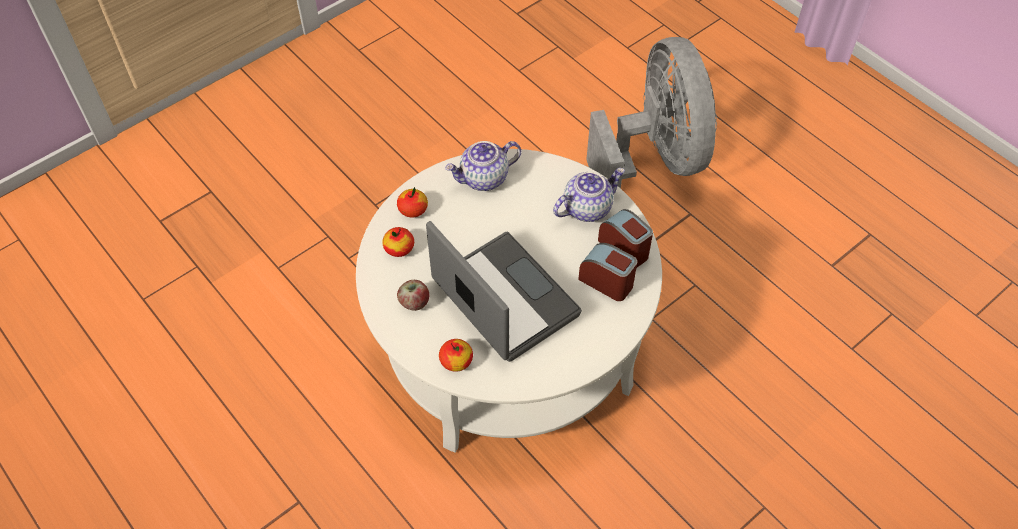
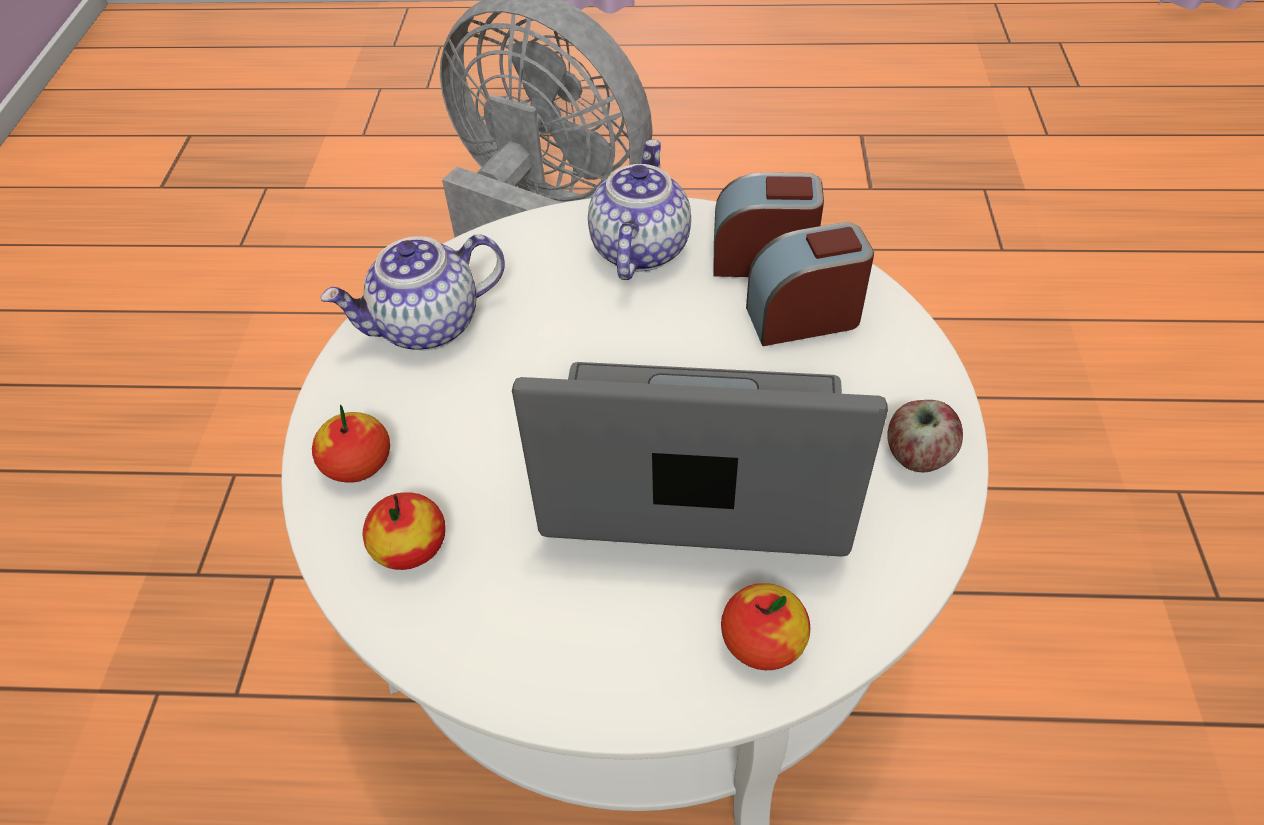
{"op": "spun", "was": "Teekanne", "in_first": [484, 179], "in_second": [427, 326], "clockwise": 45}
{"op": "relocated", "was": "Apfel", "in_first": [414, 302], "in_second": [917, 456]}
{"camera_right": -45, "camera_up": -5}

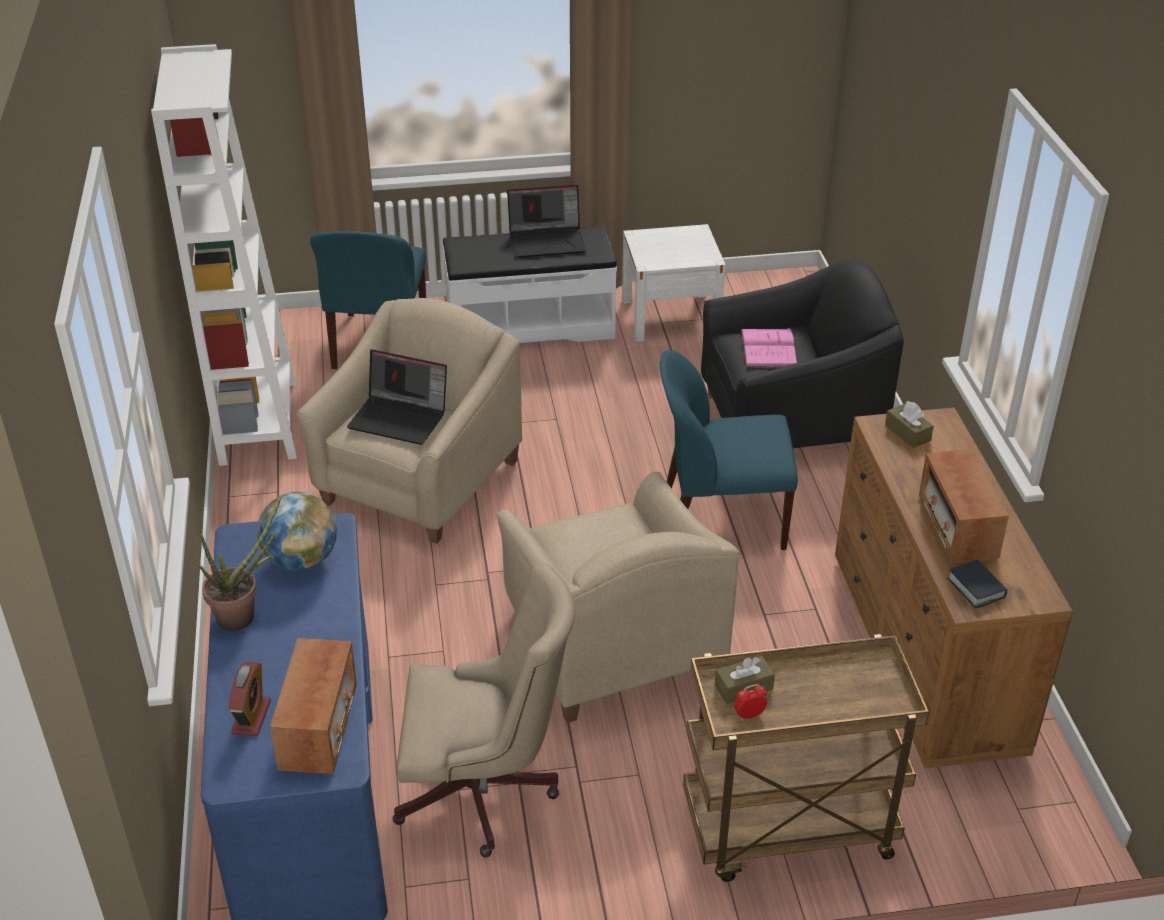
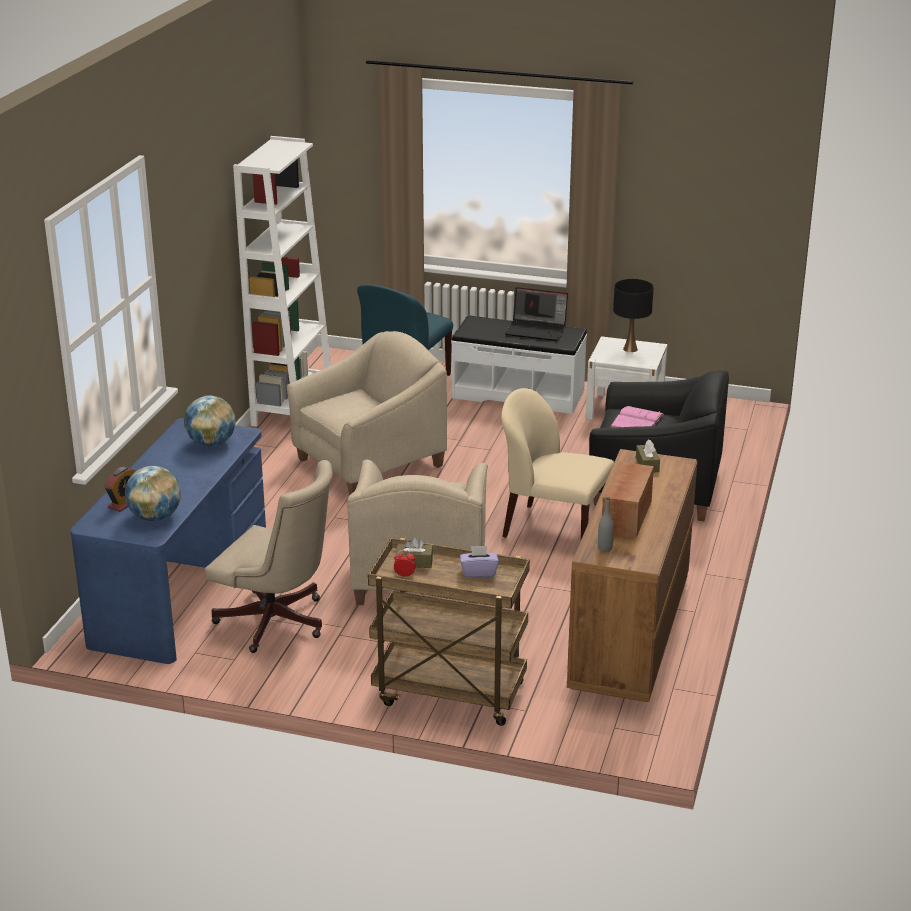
{"op": "missing", "was": "Laptop", "in_first": [400, 418]}
{"op": "colour", "was": "Stuhl (blau)", "now": "Stuhl (beige)", "in_first": [720, 520], "in_second": [553, 529]}
{"op": "missing", "was": "Topfpflanze", "in_first": [244, 615]}
{"op": "exchanged", "was": "Buch", "now": "Flasche (grau)", "in_first": [976, 588], "in_second": [605, 548]}
{"op": "exchanged", "was": "Radio", "now": "Globus", "in_first": [319, 728], "in_second": [155, 517]}
{"op": "appeared", "now": "Tischlampe (schwarz)", "in_second": [630, 349]}
{"op": "appeared", "now": "Taschentuchbox (lila)", "in_second": [478, 572]}
{"camera_right": 25, "camera_up": -10}

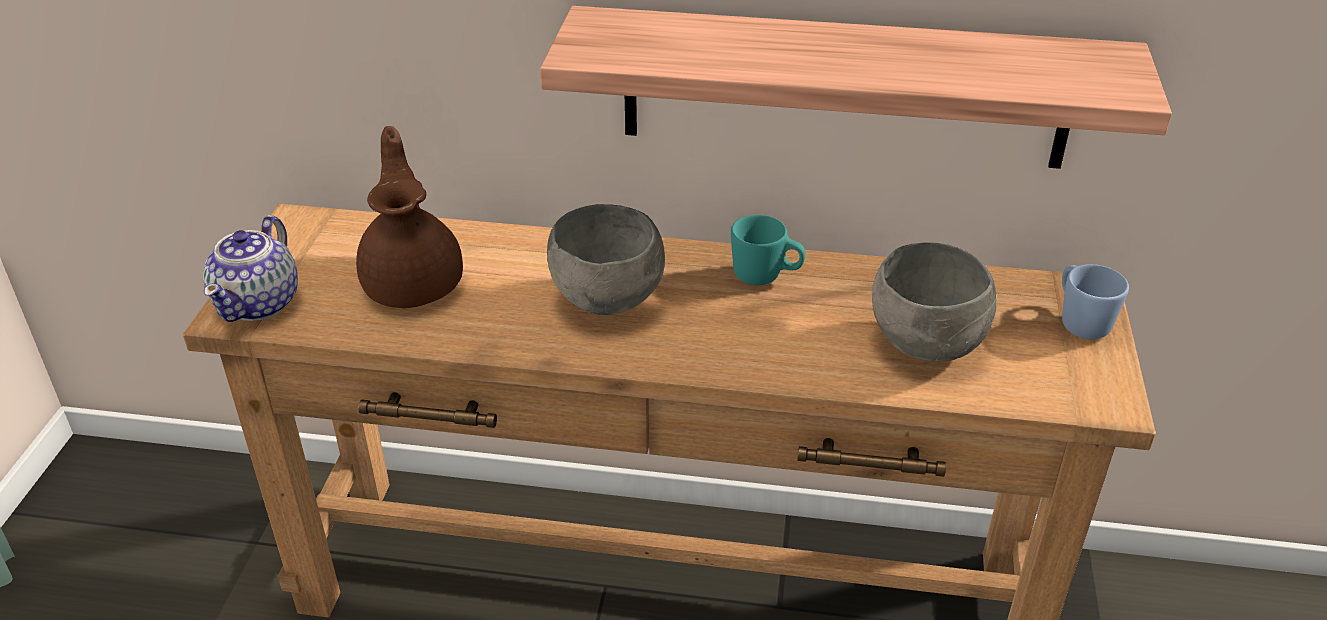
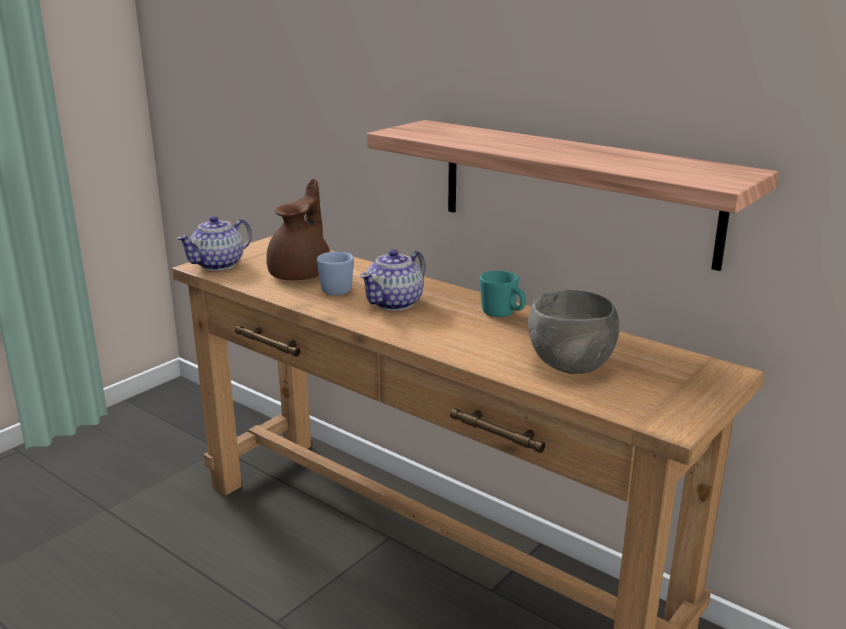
{"op": "exchanged", "was": "Schüssel (grau)", "now": "Teekanne", "in_first": [609, 301], "in_second": [395, 303]}
{"op": "relocated", "was": "Henkelbecher (blau)", "in_first": [1079, 321], "in_second": [338, 289]}
{"camera_right": 30, "camera_up": -15}

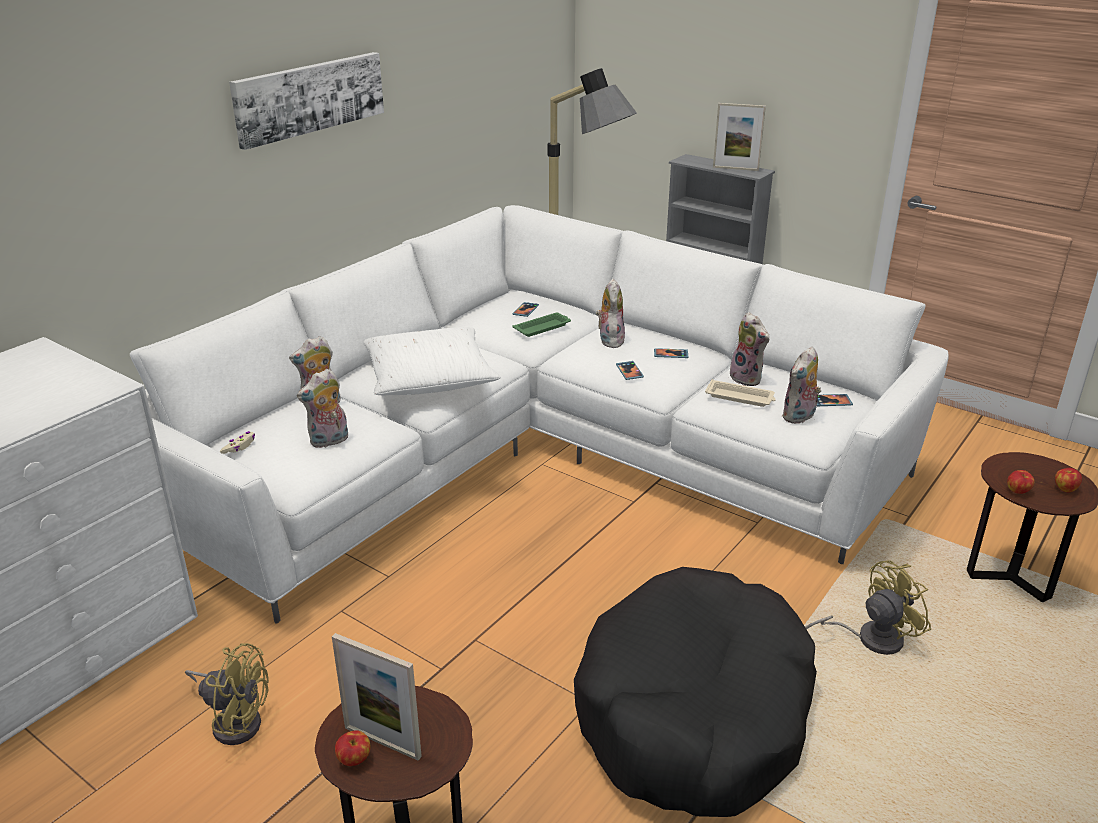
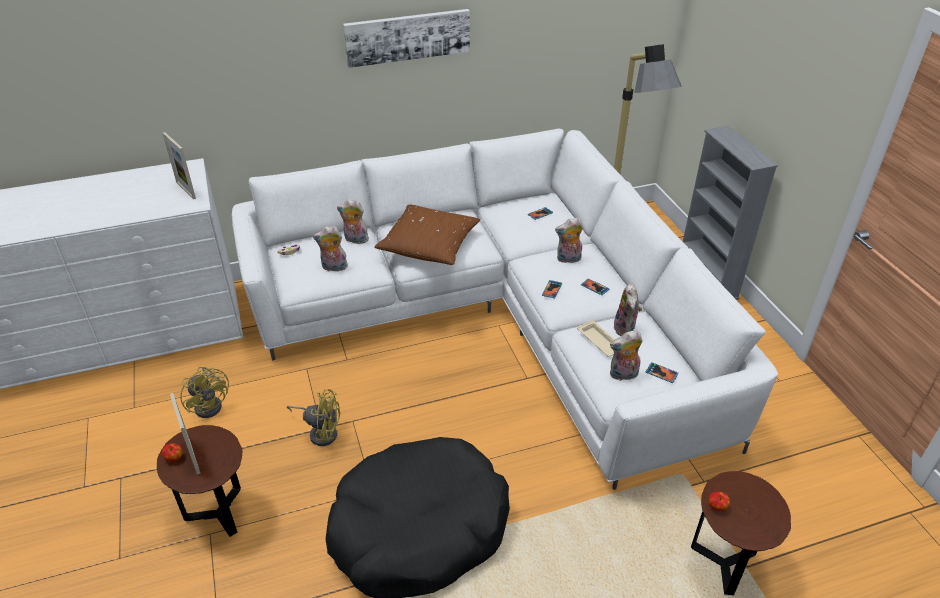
{"op": "relocated", "was": "Bilderrahmen", "in_first": [735, 168], "in_second": [186, 190]}
{"op": "spun", "was": "Plüschtier", "in_first": [609, 340], "in_second": [568, 259], "clockwise": -135}
{"op": "missing", "was": "Tablett (grün)", "in_first": [543, 328]}
{"op": "colour", "was": "Kissen (weiß)", "now": "Kissen (braun)", "in_first": [429, 377], "in_second": [429, 244]}
{"op": "missing", "was": "Apfel", "in_first": [1064, 489]}
{"op": "relocated", "was": "Ventilator (gelb)", "in_first": [869, 638], "in_second": [321, 432]}
{"camera_right": 35, "camera_up": 10}

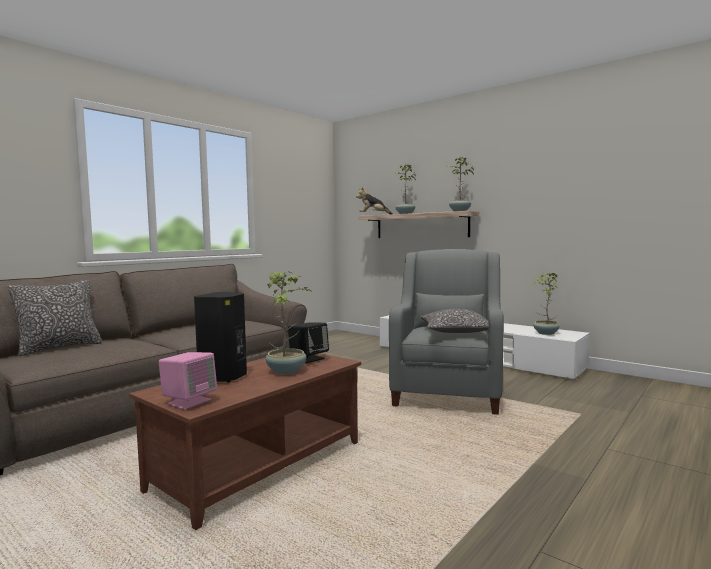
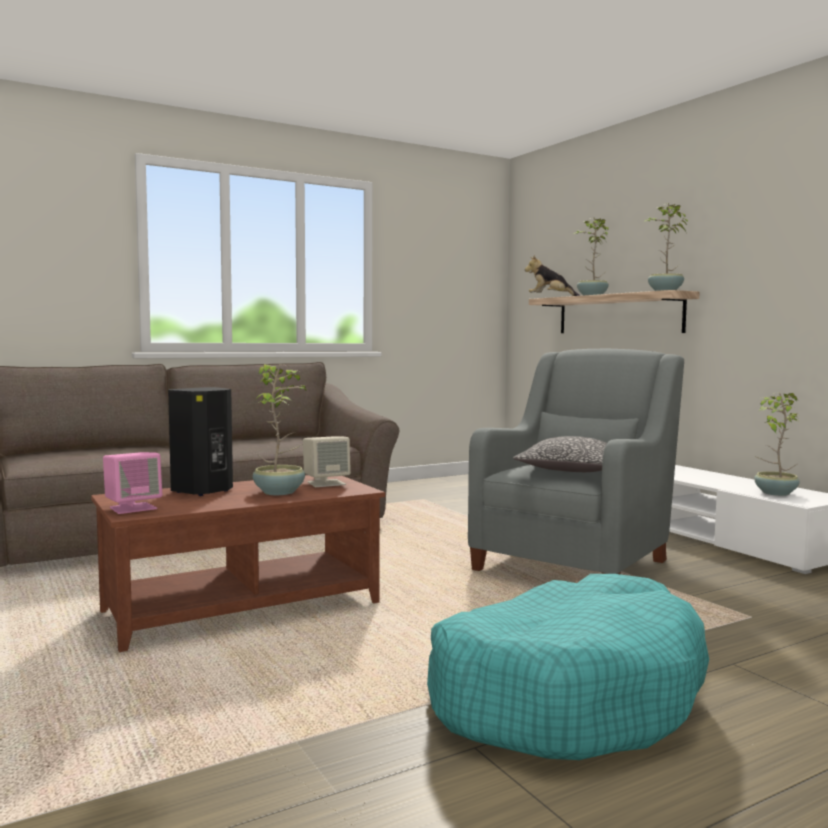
{"op": "missing", "was": "Kissen", "in_first": [59, 348]}
{"op": "colour", "was": "Lautsprecher (schwarz)", "now": "Lautsprecher (beige)", "in_first": [308, 359], "in_second": [326, 483]}
{"op": "appeared", "now": "Hundebett (türkis)", "in_second": [565, 695]}
{"camera_right": 20, "camera_up": 0}

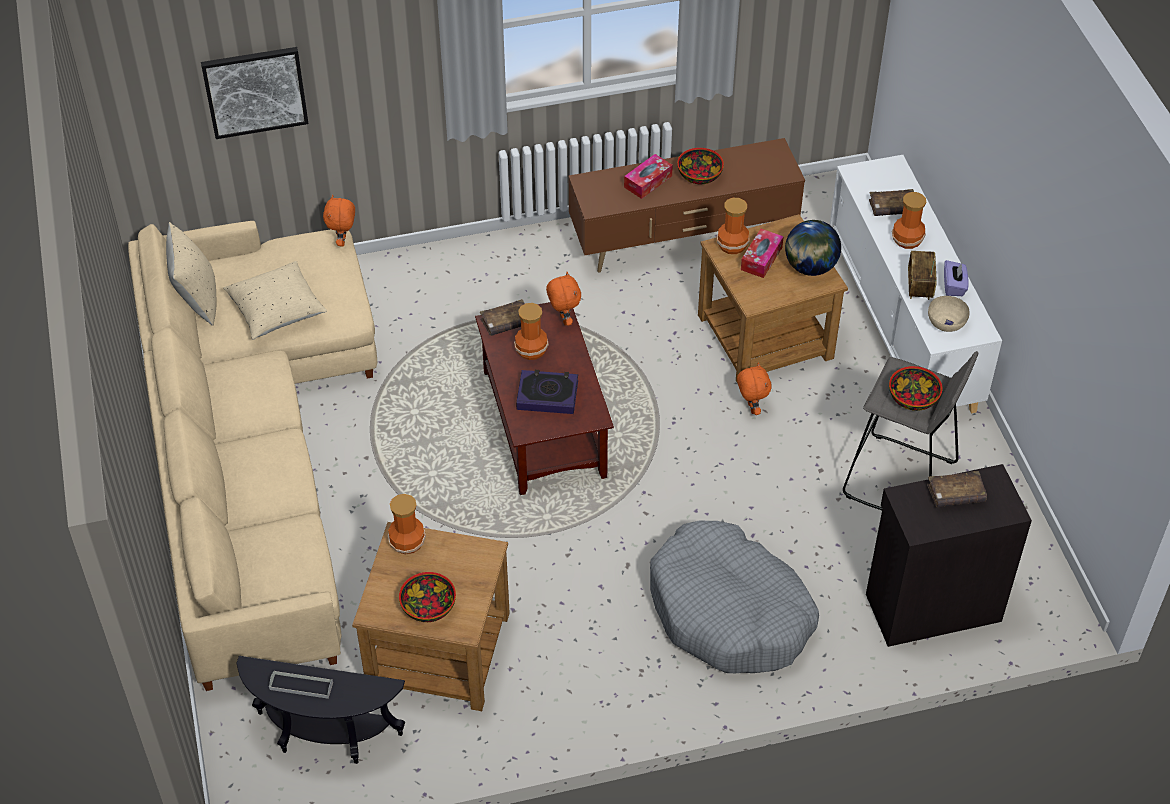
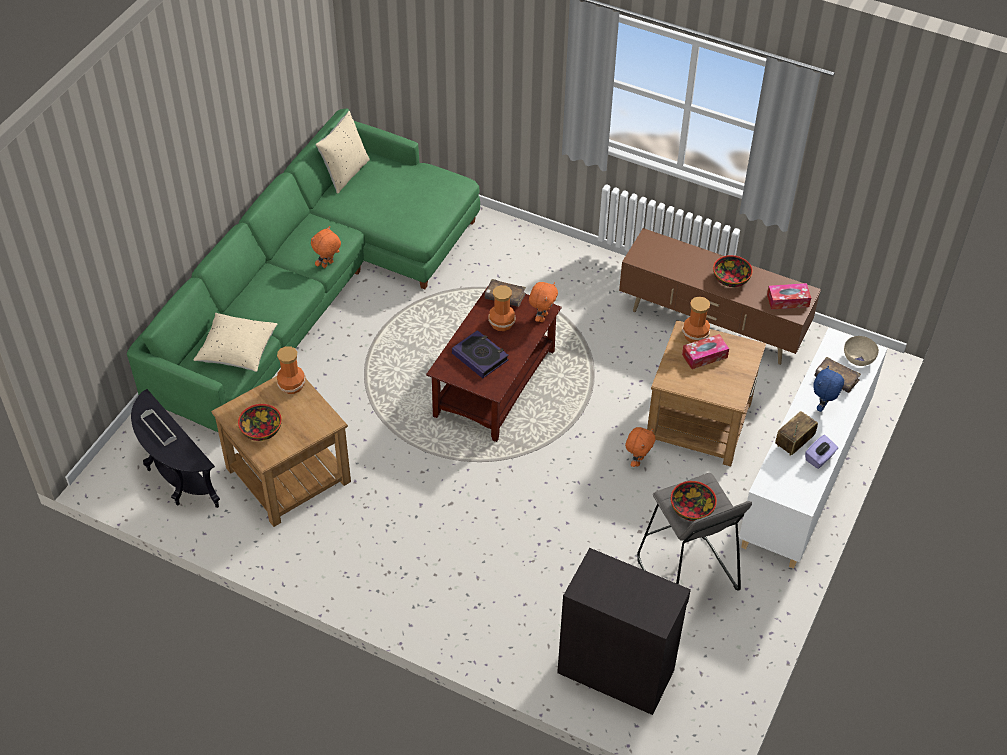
{"op": "missing", "was": "Bild", "in_first": [255, 91]}
{"op": "relocated", "was": "Taschentuchbox", "in_first": [648, 181], "in_second": [788, 300]}
{"op": "exchanged", "was": "Vase", "now": "Plüschtier (blau)", "in_first": [908, 239], "in_second": [823, 406]}
{"op": "relocated", "was": "Plüschtier (orange)", "in_first": [343, 241], "in_second": [328, 265]}
{"op": "missing", "was": "Globus", "in_first": [810, 267]}
{"op": "colour", "was": "Sofa (beige)", "now": "Sofa (grün)", "in_first": [255, 449], "in_second": [315, 288]}
{"op": "relocated", "was": "Kissen (beige)", "in_first": [277, 311], "in_second": [237, 351]}
{"op": "relocated", "was": "Schüssel (beige)", "in_first": [946, 322], "in_second": [859, 358]}
{"op": "missing", "was": "Buch (braun)", "in_first": [956, 494]}
{"op": "missing", "was": "Hundebett (grau)", "in_first": [729, 612]}
{"camera_right": 40, "camera_up": 0}

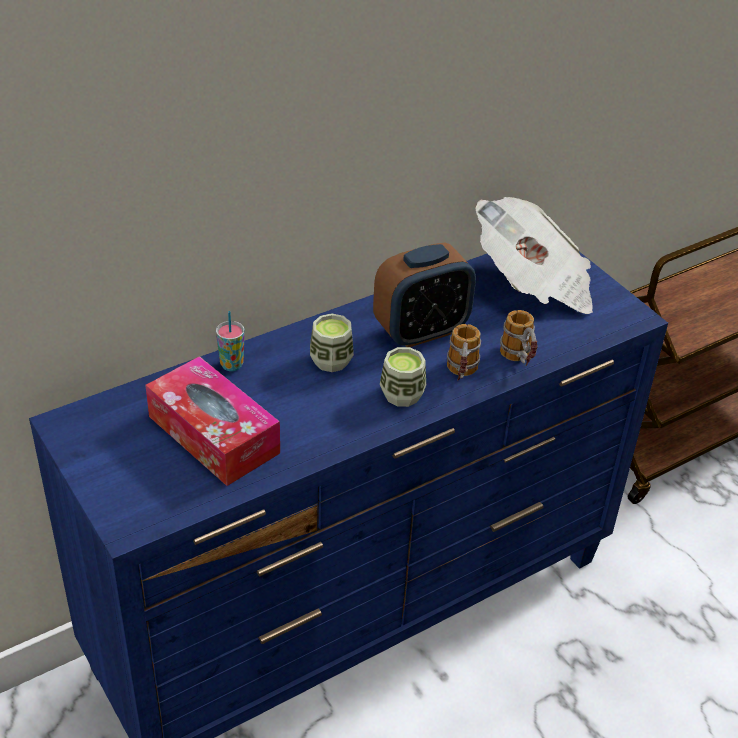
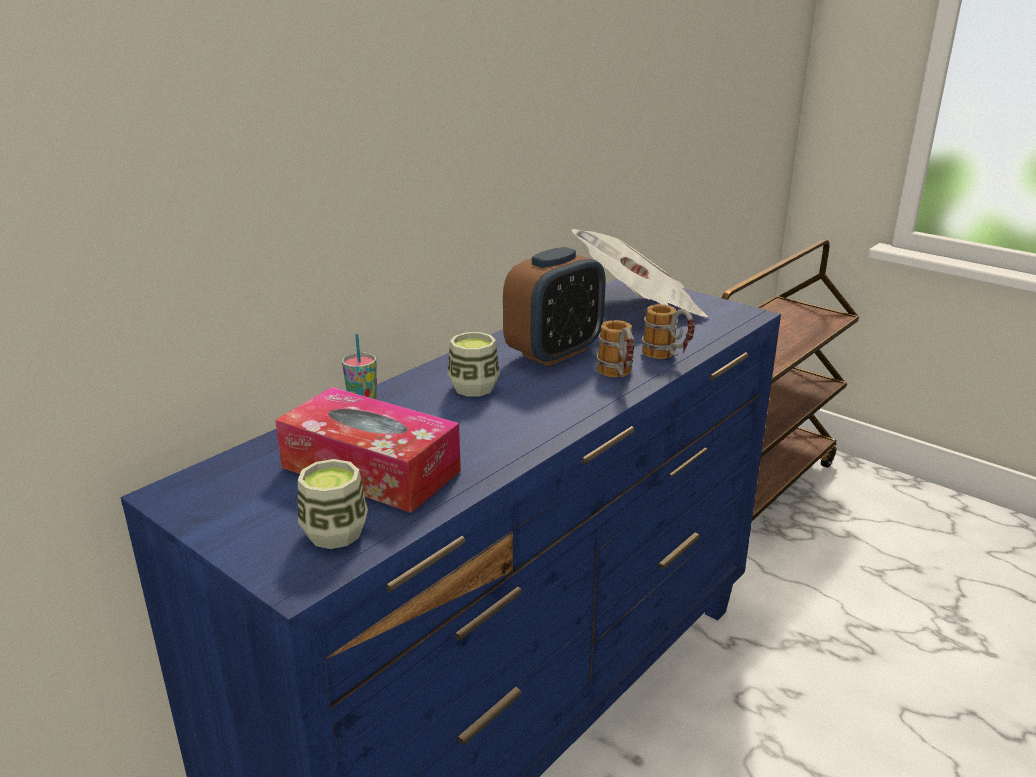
{"op": "relocated", "was": "Tasse", "in_first": [402, 395], "in_second": [335, 533]}
{"camera_right": -15, "camera_up": -15}

